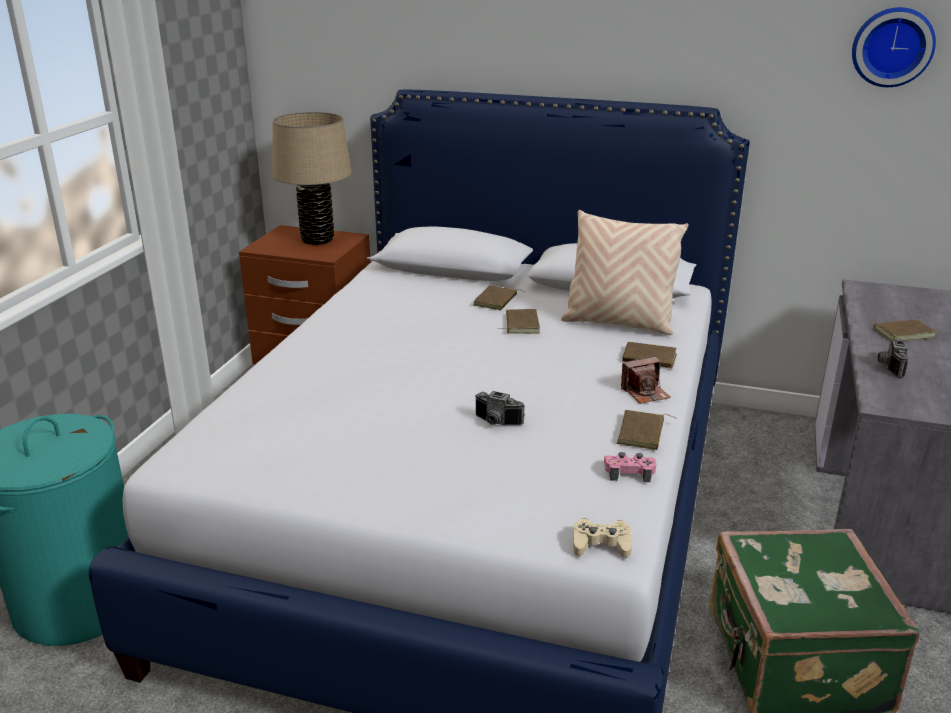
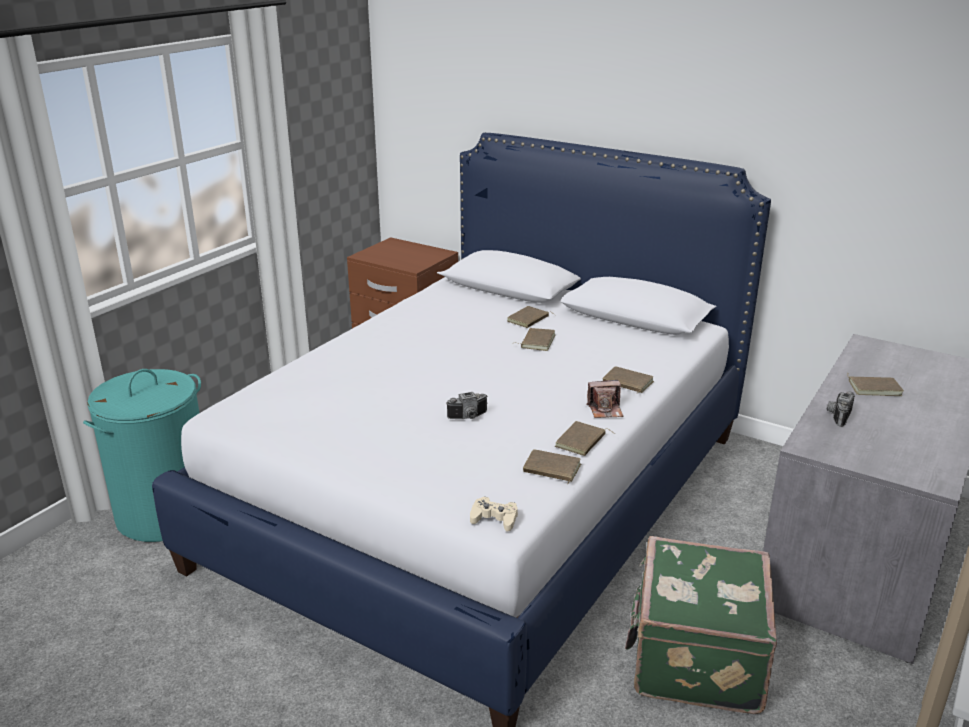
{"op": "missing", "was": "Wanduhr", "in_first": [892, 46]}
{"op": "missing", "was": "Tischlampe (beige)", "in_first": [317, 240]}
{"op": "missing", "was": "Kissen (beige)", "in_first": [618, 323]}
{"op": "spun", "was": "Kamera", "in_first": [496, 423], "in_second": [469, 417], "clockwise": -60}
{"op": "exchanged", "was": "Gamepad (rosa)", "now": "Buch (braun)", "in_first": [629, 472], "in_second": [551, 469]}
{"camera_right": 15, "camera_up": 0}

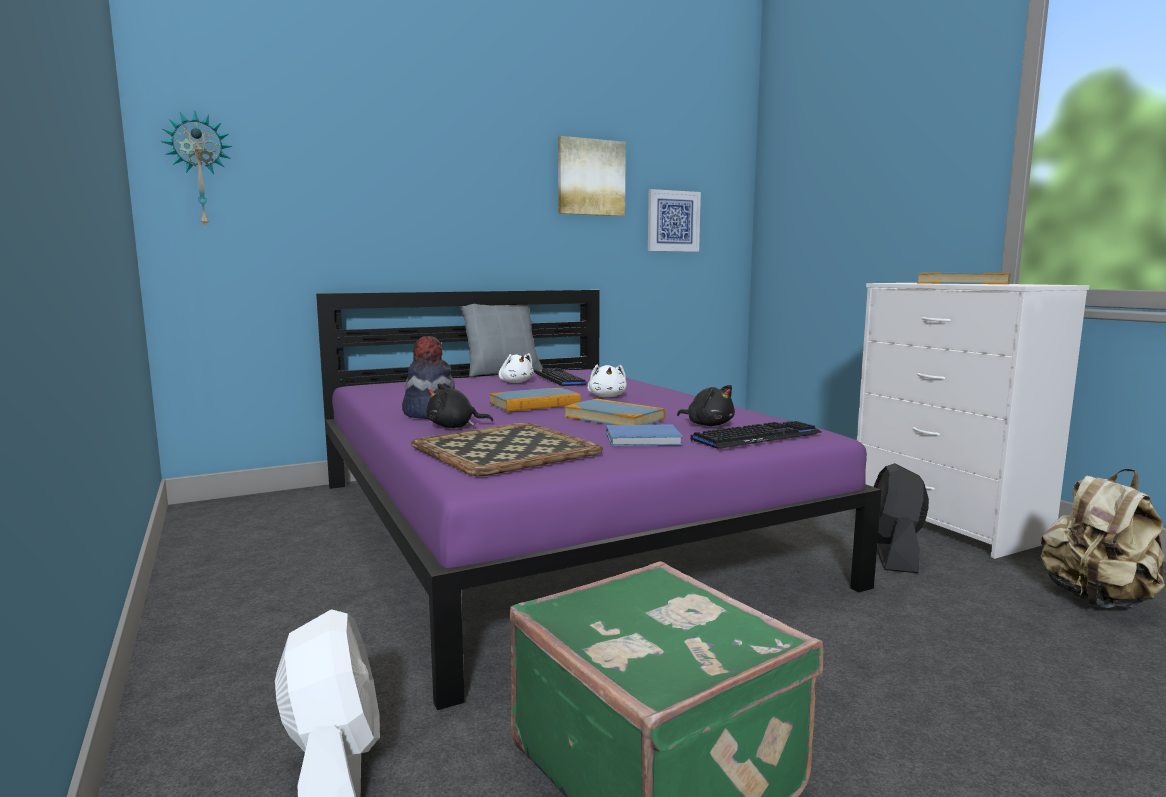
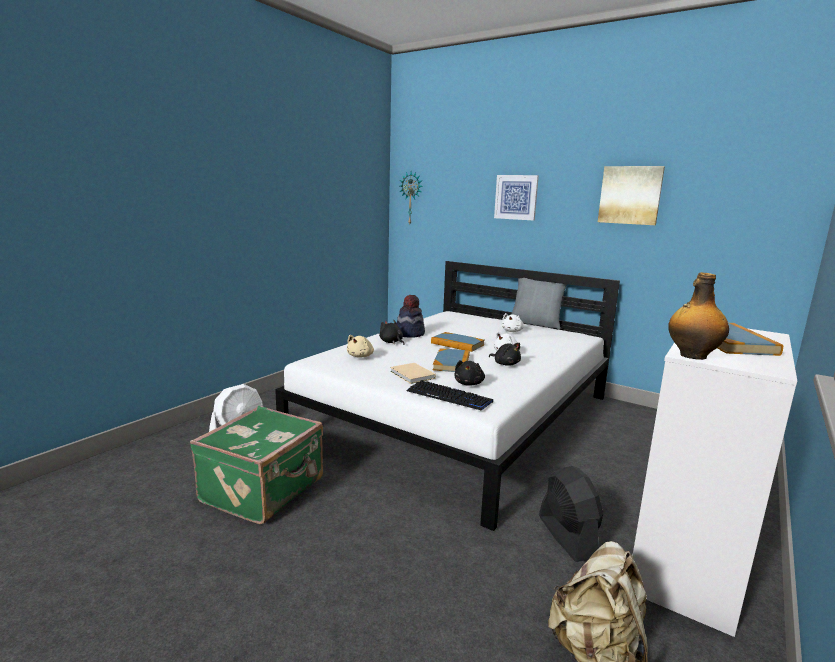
{"op": "relocated", "was": "Bild", "in_first": [673, 221], "in_second": [516, 197]}
{"op": "colour", "was": "Bett (lila)", "now": "Bett (weiß)", "in_first": [551, 527], "in_second": [460, 417]}
{"op": "missing", "was": "Tastatur", "in_first": [561, 379]}
{"op": "exchanged", "was": "Tablett", "now": "Plüschtier (beige)", "in_first": [505, 448], "in_second": [361, 356]}
{"op": "colour", "was": "Buch (blau)", "now": "Buch (beige)", "in_first": [645, 439], "in_second": [412, 375]}
{"op": "spun", "was": "Ventilator (schwarz)", "in_first": [893, 554], "in_second": [567, 536], "clockwise": 90}
{"op": "appeared", "now": "Flasche", "in_second": [692, 356]}
{"op": "appeared", "now": "Plüschtier (schwarz)", "in_second": [505, 364]}
{"camera_right": 60, "camera_up": 5}

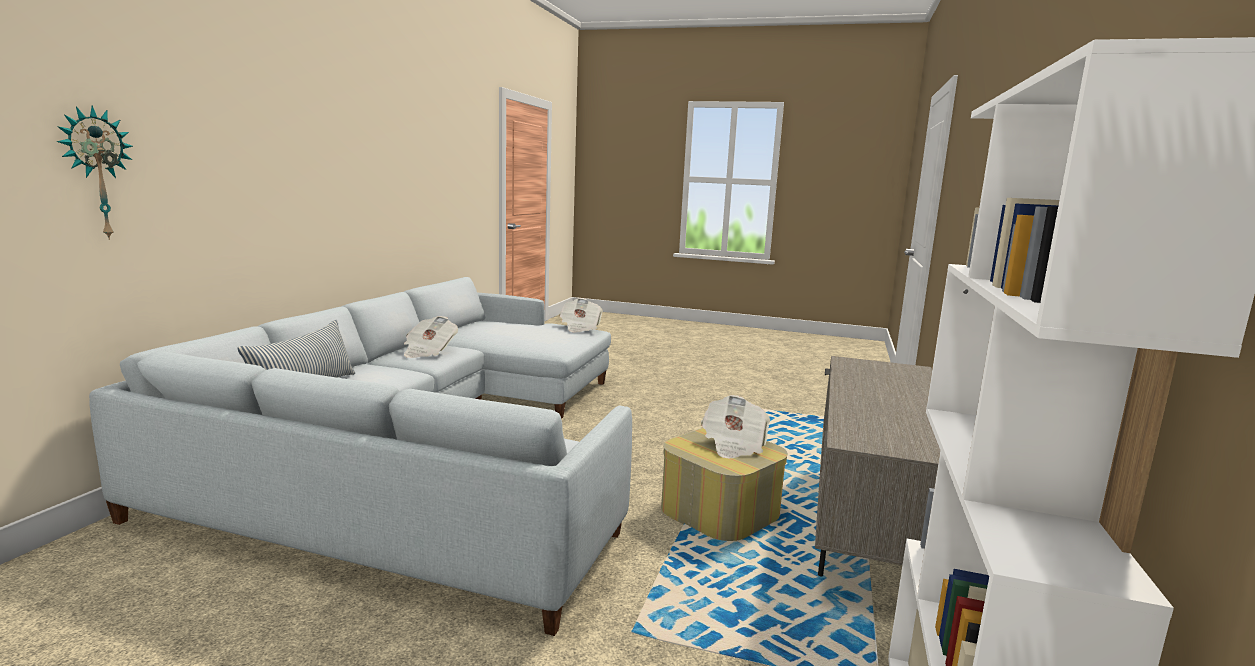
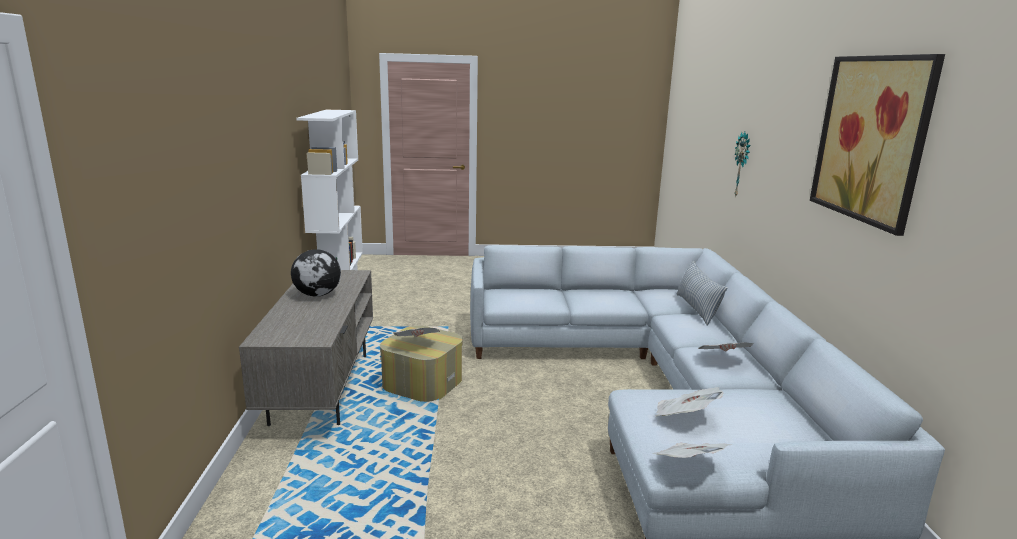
{"op": "appeared", "now": "Bild", "in_second": [871, 139]}
{"op": "appeared", "now": "Globus", "in_second": [318, 295]}
{"op": "appeared", "now": "Zeitung", "in_second": [684, 417]}
{"camera_right": 160, "camera_up": 5}

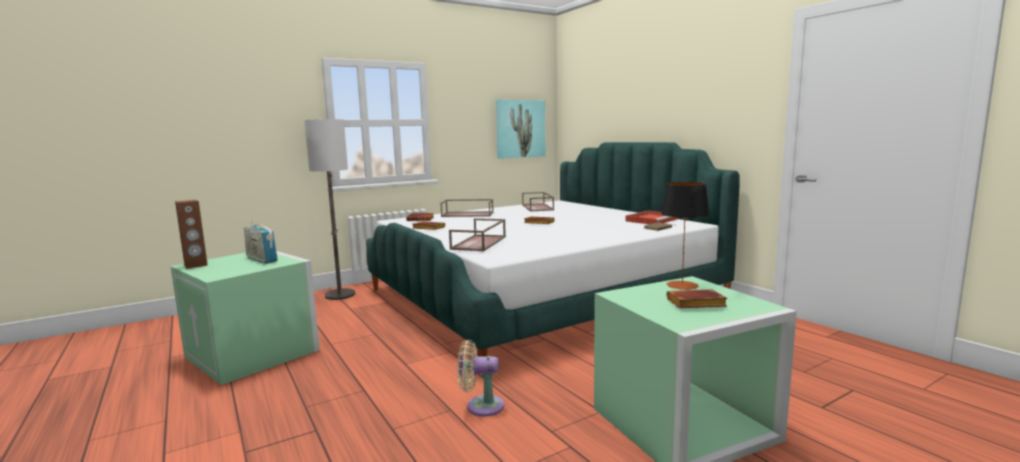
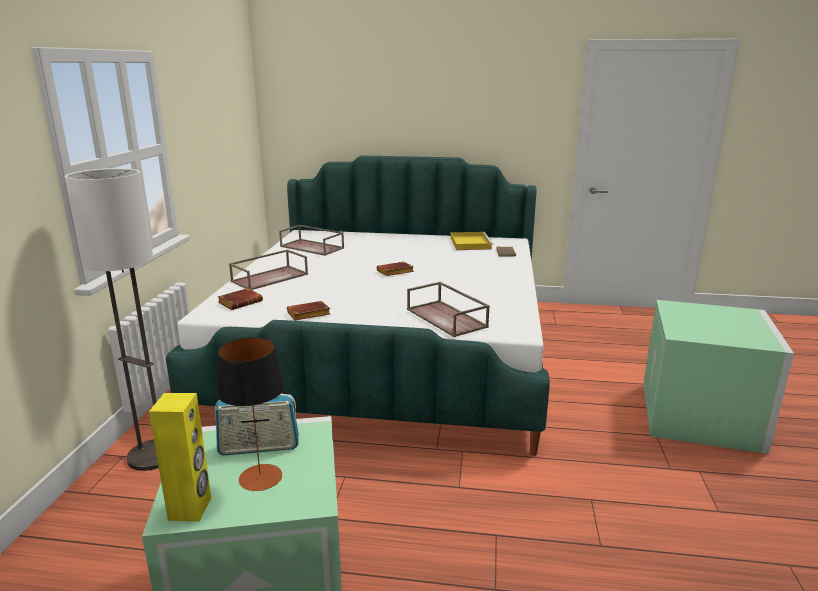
{"op": "missing", "was": "Bild", "in_first": [520, 129]}
{"op": "relocated", "was": "Tischlampe", "in_first": [682, 285], "in_second": [260, 477]}
{"op": "colour", "was": "Lautsprecher (braun)", "now": "Lautsprecher (gelb)", "in_first": [196, 265], "in_second": [190, 509]}
{"op": "colour", "was": "Tablett (rot)", "now": "Tablett (gelb)", "in_first": [652, 220], "in_second": [470, 243]}
{"op": "missing", "was": "Buch (braun)", "in_first": [694, 304]}
{"op": "missing", "was": "Ventilator (beige)", "in_first": [481, 406]}
{"camera_right": -50, "camera_up": 10}

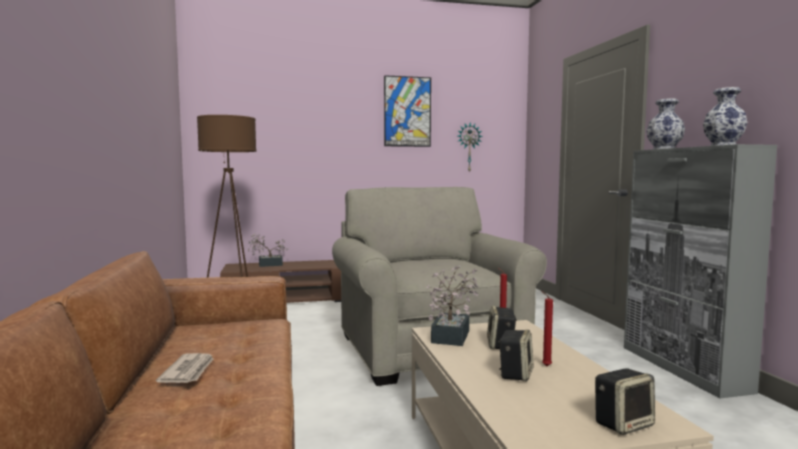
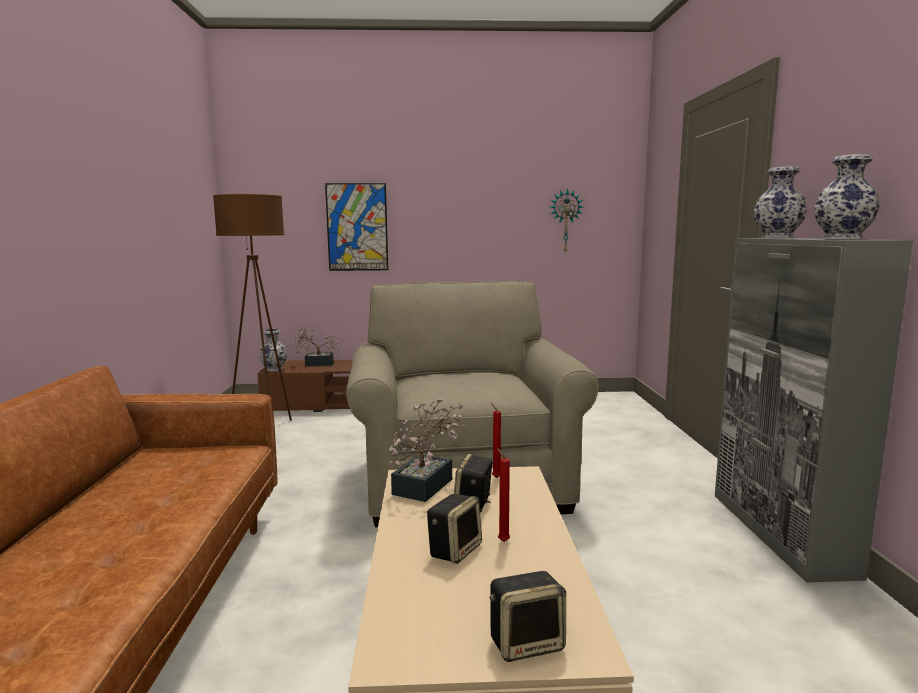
{"op": "relocated", "was": "Bild", "in_first": [407, 111], "in_second": [357, 227]}
{"op": "missing", "was": "Zeitung", "in_first": [189, 371]}
{"op": "appeared", "now": "Vase", "in_second": [273, 369]}
{"camera_right": 10, "camera_up": 5}

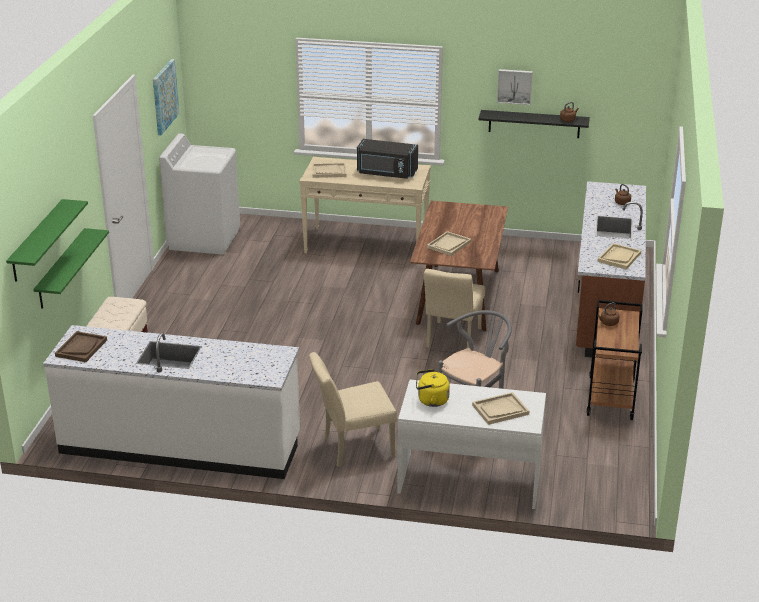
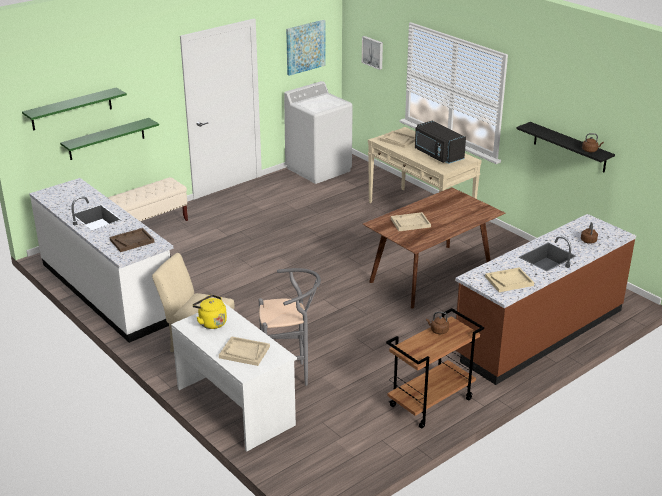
{"op": "relocated", "was": "Bild", "in_first": [514, 86], "in_second": [373, 52]}
{"op": "missing", "was": "Stuhl (beige)", "in_first": [452, 340]}
{"op": "relocated", "was": "Tablett (braun)", "in_first": [81, 348], "in_second": [132, 241]}
{"camera_right": 40, "camera_up": 0}

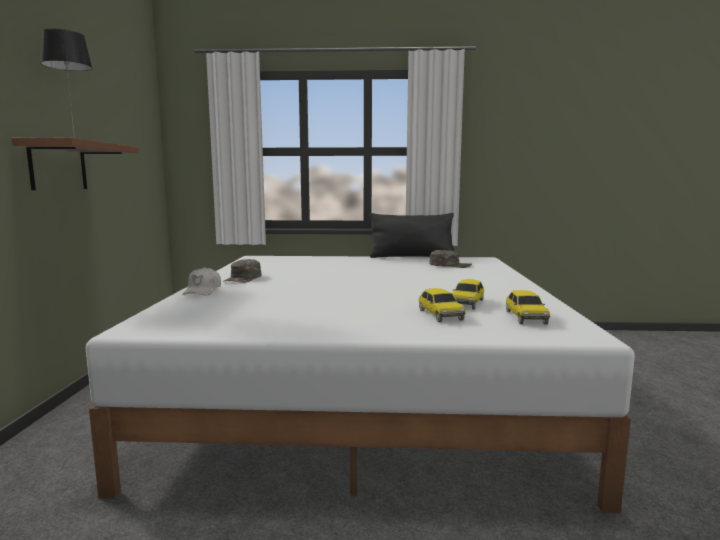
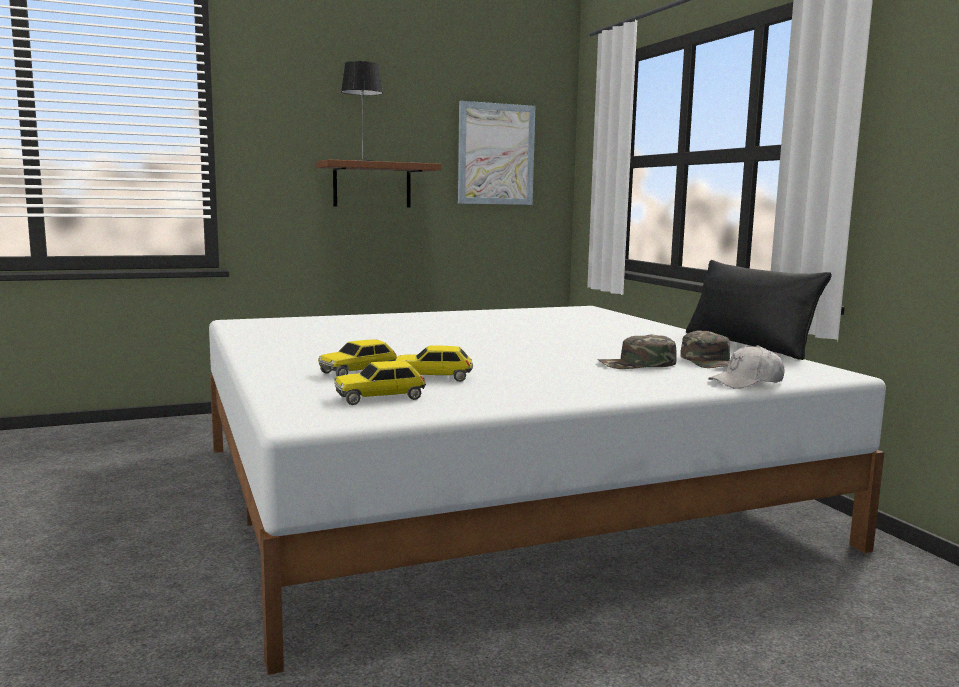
{"op": "relocated", "was": "Kappe (grün)", "in_first": [243, 278], "in_second": [637, 364]}
{"op": "relocated", "was": "Kappe (weiß)", "in_first": [203, 291], "in_second": [747, 382]}
{"op": "appeared", "now": "Bild", "in_second": [496, 154]}
{"camera_right": 65, "camera_up": 0}

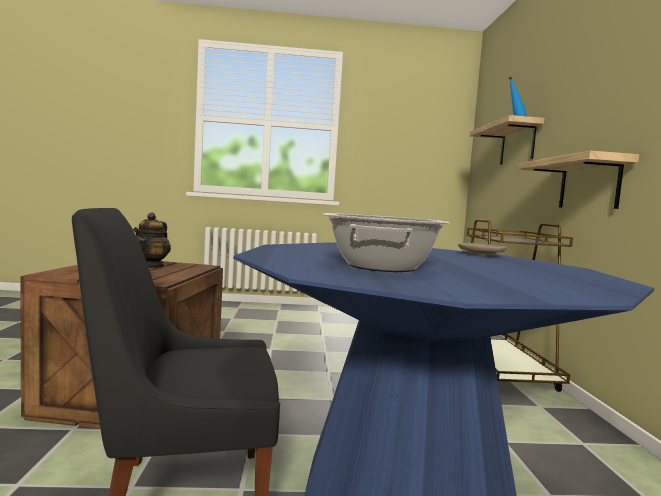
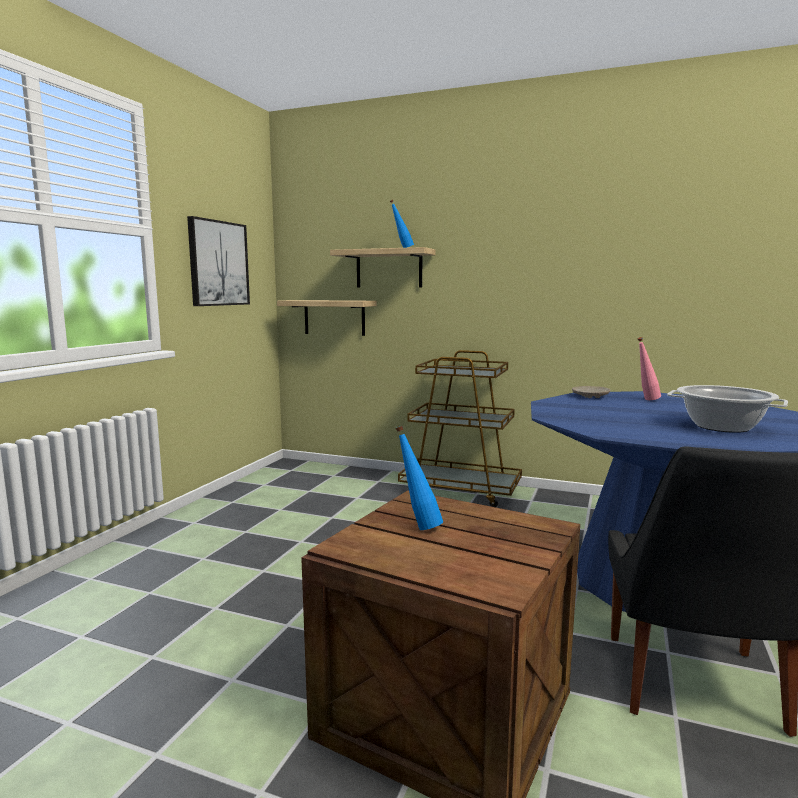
{"op": "relocated", "was": "Wandregal", "in_first": [589, 184], "in_second": [334, 317]}
{"op": "exchanged", "was": "Teekanne", "now": "Flasche (blau)", "in_first": [150, 266], "in_second": [418, 526]}
{"op": "appeared", "now": "Bild", "in_second": [218, 263]}
{"op": "appeared", "now": "Flasche (rosa)", "in_second": [645, 400]}
{"camera_right": -65, "camera_up": 5}

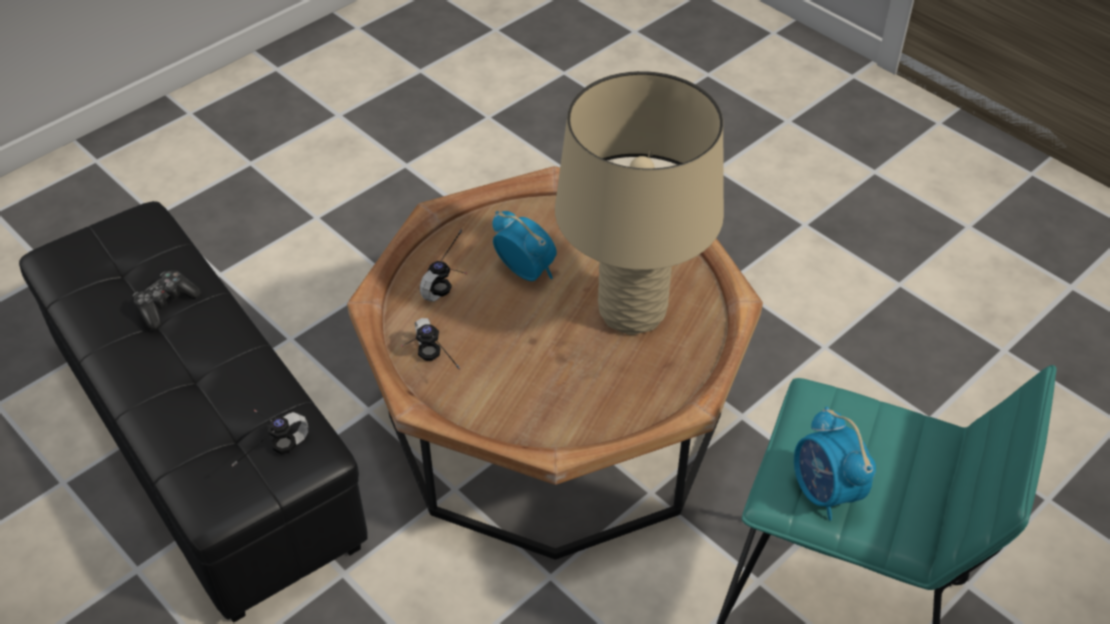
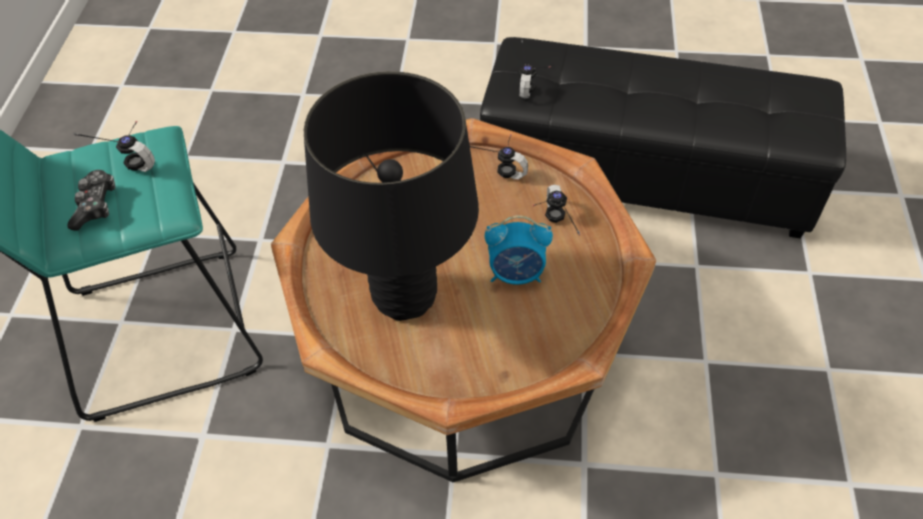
{"op": "colour", "was": "Tischlampe (beige)", "now": "Tischlampe (schwarz)", "in_first": [631, 312], "in_second": [404, 296]}
{"op": "relocated", "was": "Gamepad", "in_first": [166, 305], "in_second": [95, 205]}
{"op": "exchanged", "was": "Wecker", "now": "Kopfhörer", "in_first": [825, 492], "in_second": [130, 157]}
{"camera_right": 140, "camera_up": 5}

